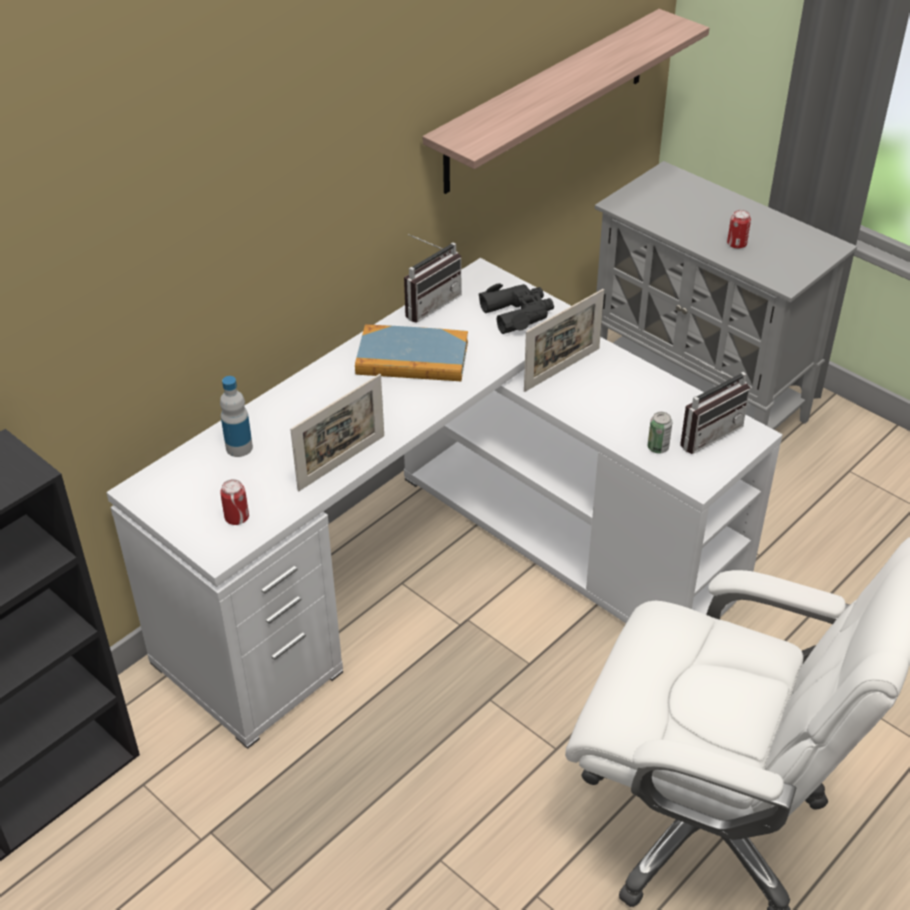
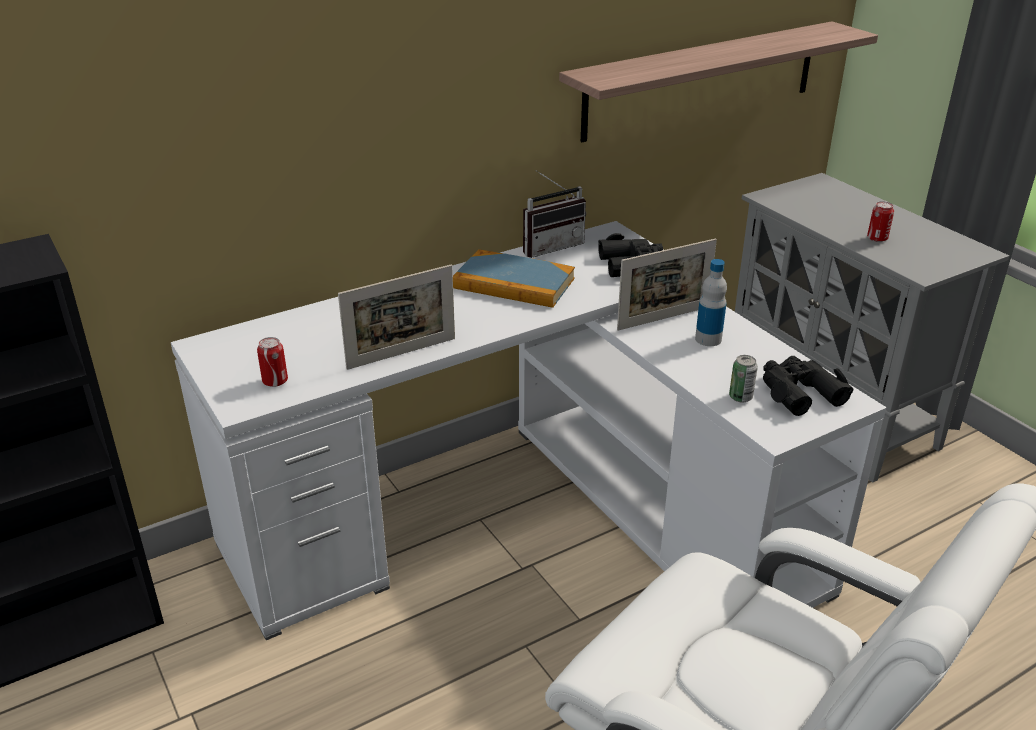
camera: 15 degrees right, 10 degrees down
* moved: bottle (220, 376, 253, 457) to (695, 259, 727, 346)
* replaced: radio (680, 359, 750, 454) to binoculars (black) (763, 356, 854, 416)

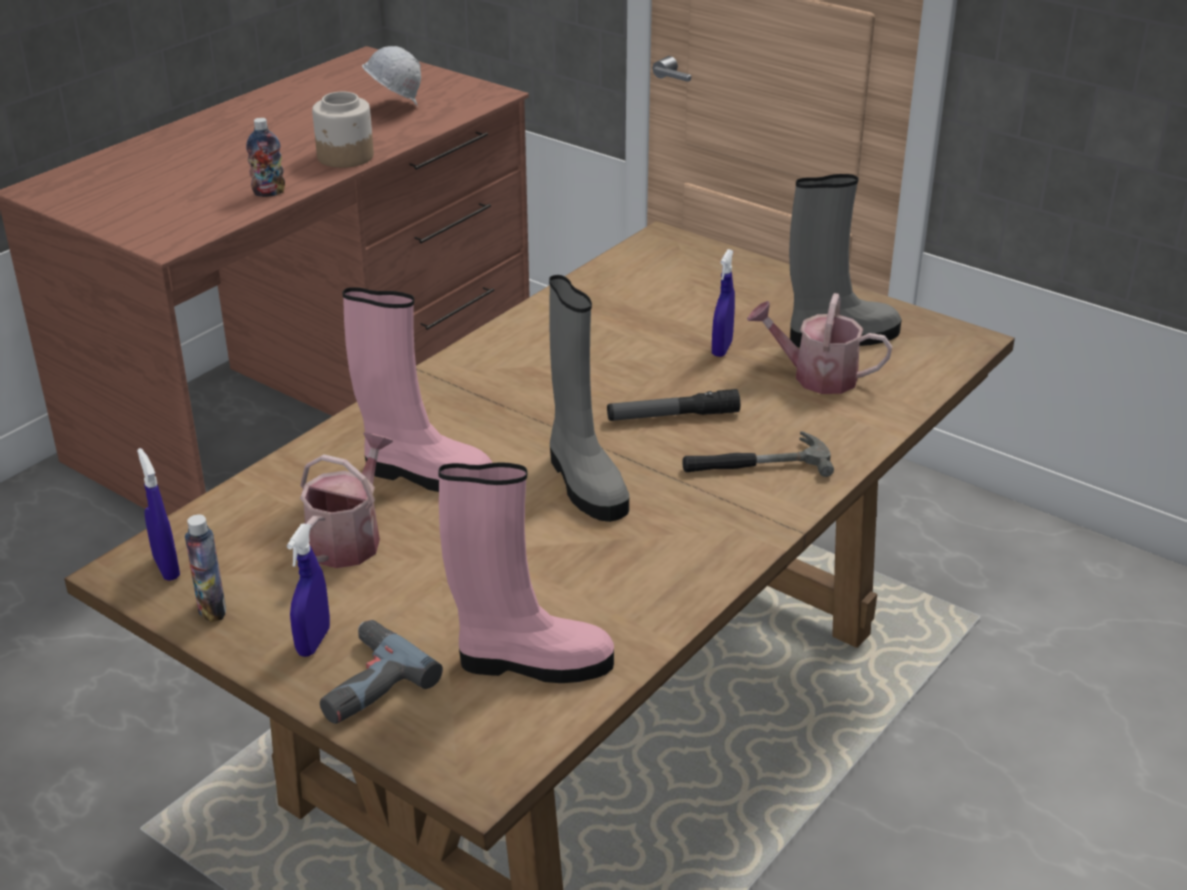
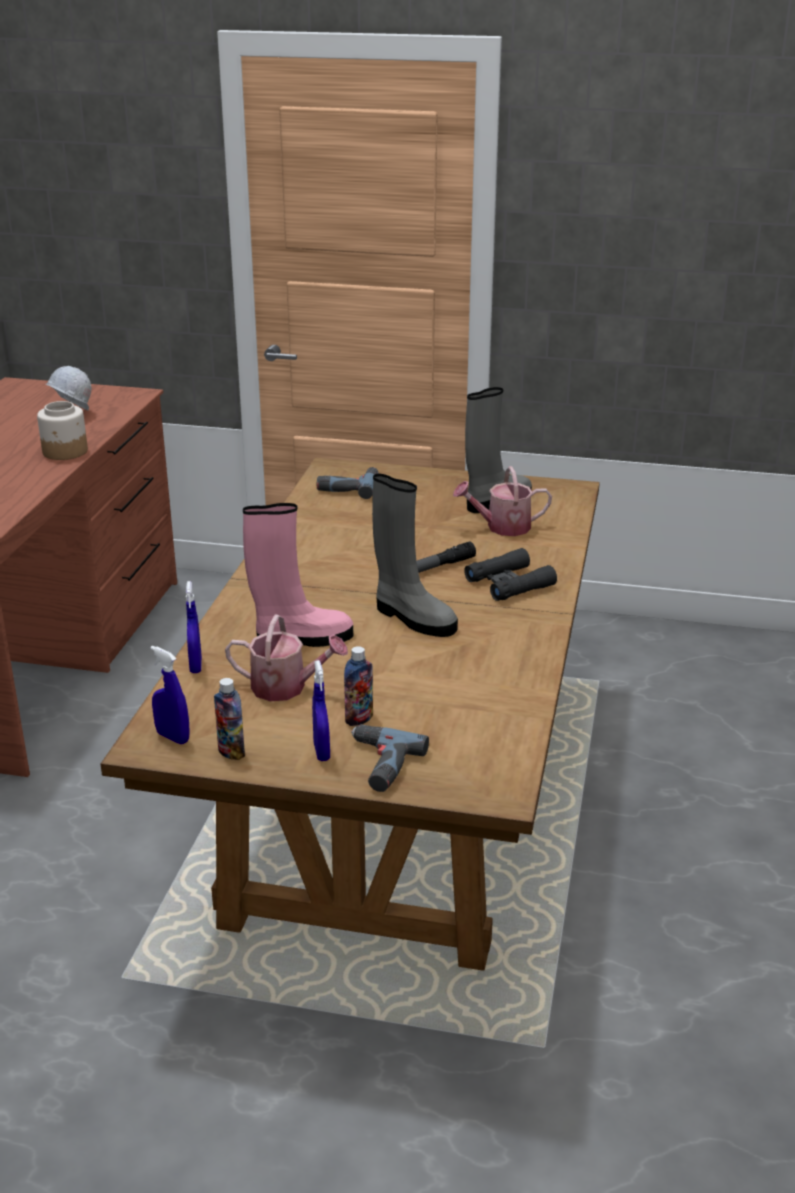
camera: 25 degrees left, 5 degrees down
* moved: bottle (246, 118, 285, 197) to (344, 646, 373, 726)
* turned: watering can (300, 432, 393, 568) = (225, 615, 348, 701) 105 degrees clockwise
* removed: boot (pink) (438, 462, 614, 683)
* replaced: hammer (682, 431, 834, 477) to binoculars (black) (464, 548, 557, 601)
* moved: spray bottle (blue) (712, 249, 735, 357) to (186, 581, 202, 673)
* added: power drill (317, 467, 378, 499)

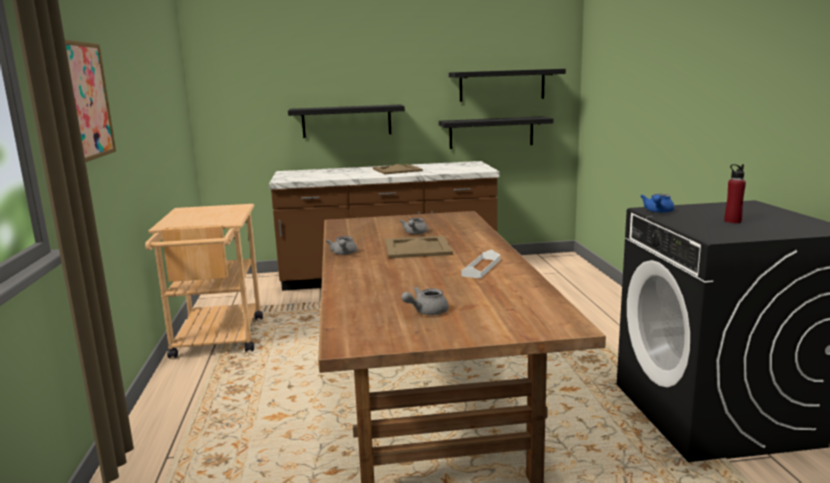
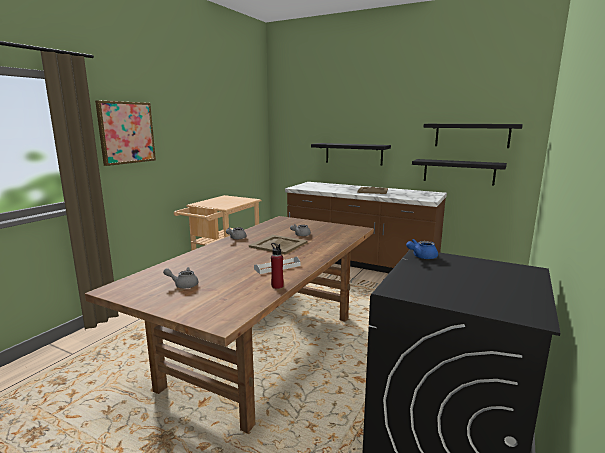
camera: 35 degrees right, 0 degrees up
* moved: bottle (red) (724, 164, 746, 223) to (271, 243, 284, 289)

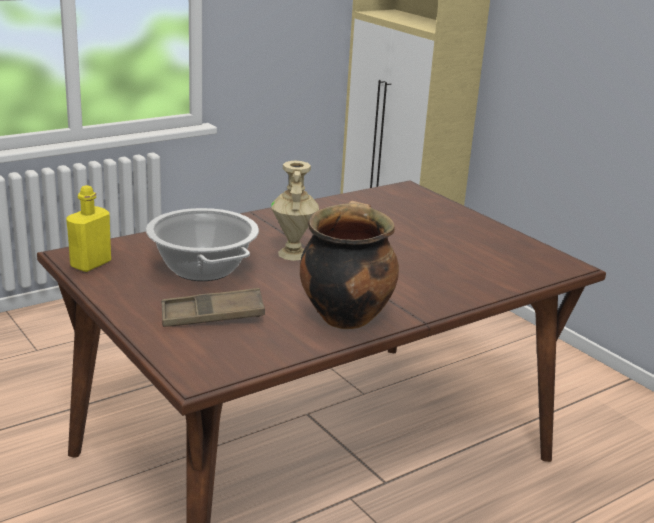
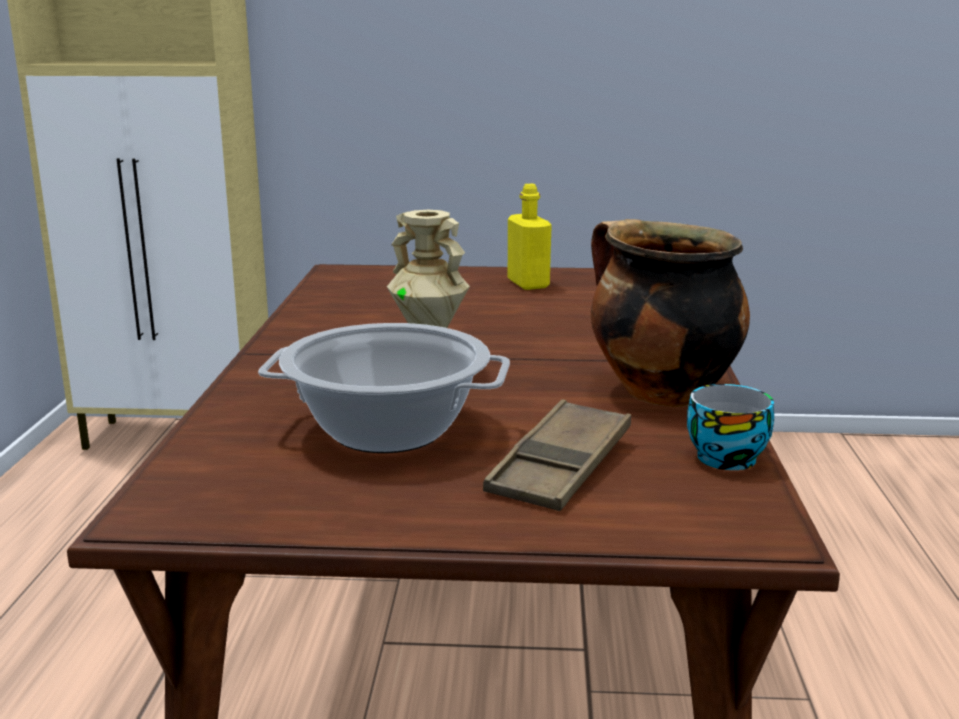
camera: 50 degrees left, 5 degrees down
* moved: bottle (yellow) (66, 185, 111, 272) to (508, 184, 552, 290)
* added: cup (687, 384, 774, 470)

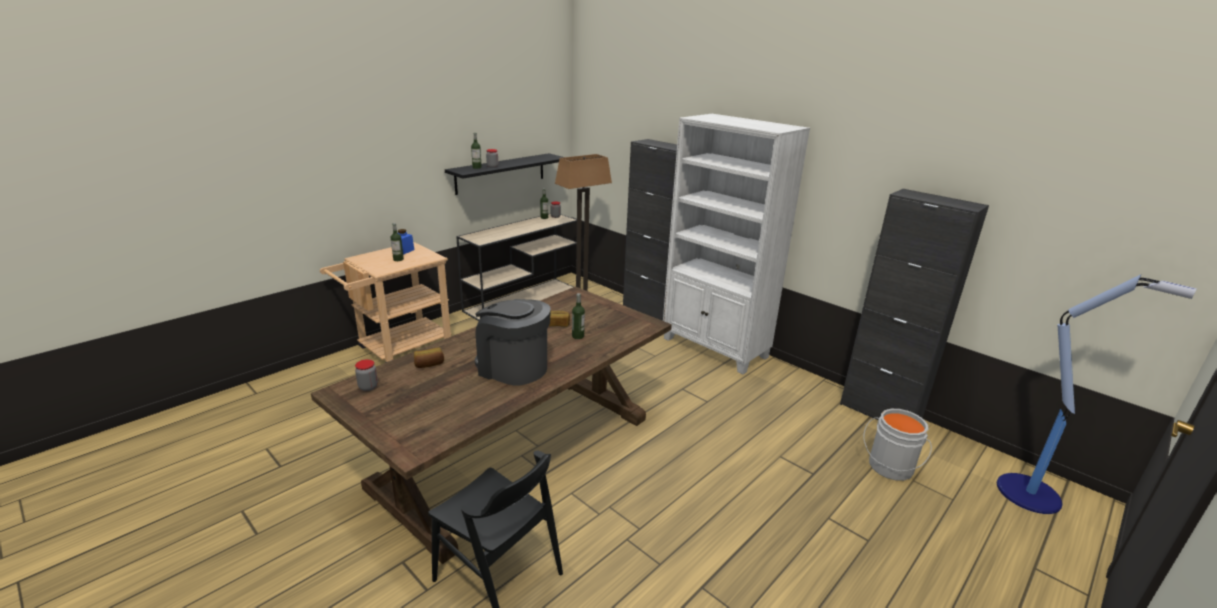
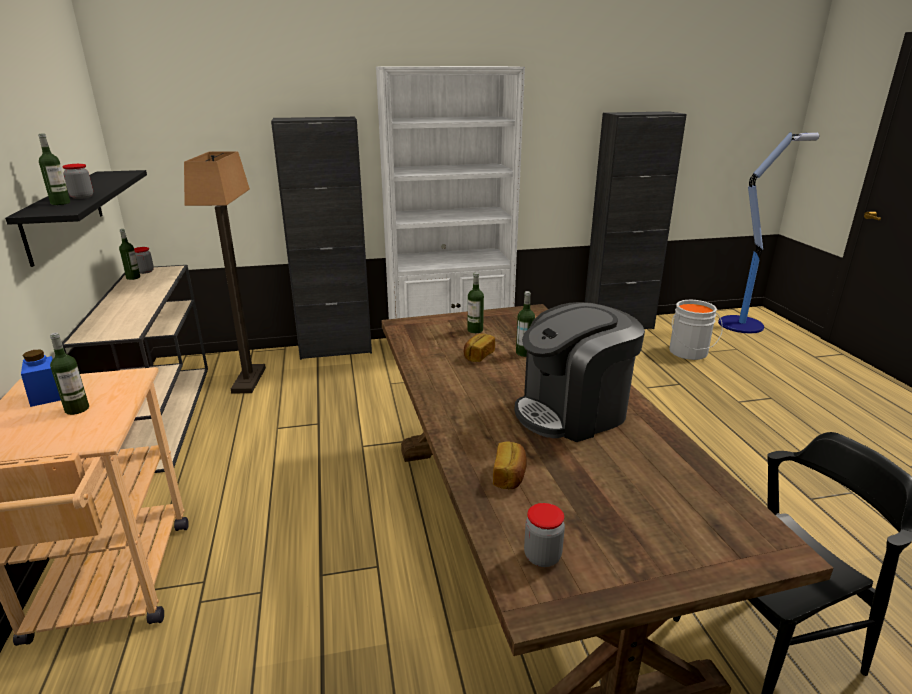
camera: 55 degrees left, 0 degrees up
* added: bottle (468, 273, 484, 333)

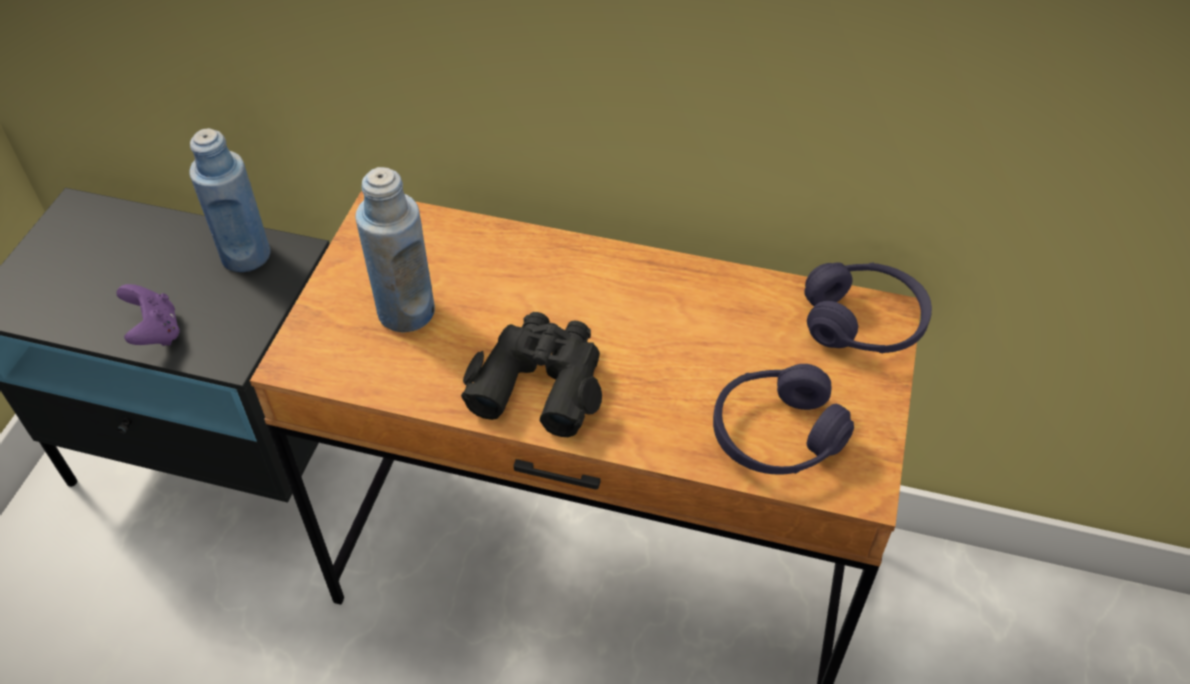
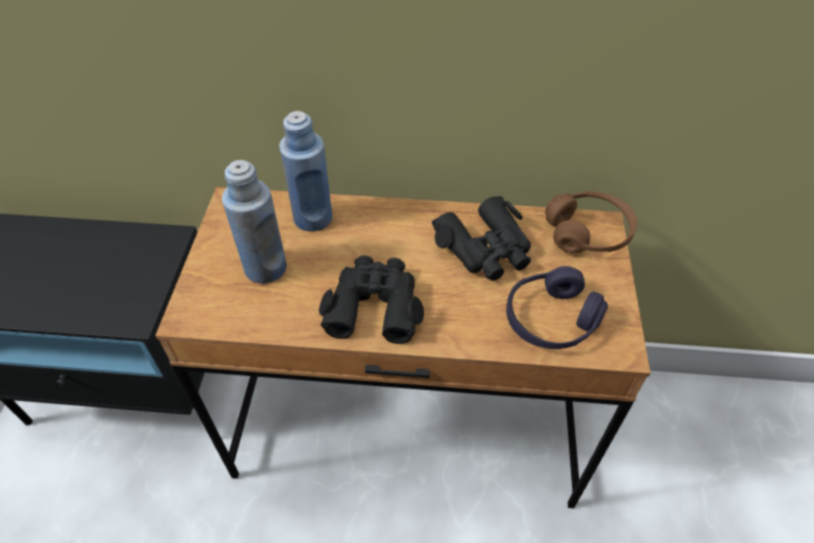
camera: 10 degrees left, 0 degrees up
* removed: game controller (purple) (116, 284, 180, 346)
* moved: bottle (blue) (189, 128, 271, 272) to (279, 111, 333, 231)
* recoloured: headphones (purple) (804, 262, 932, 353) to headphones (brown) (545, 191, 637, 253)
* added: binoculars (black) (432, 196, 531, 281)

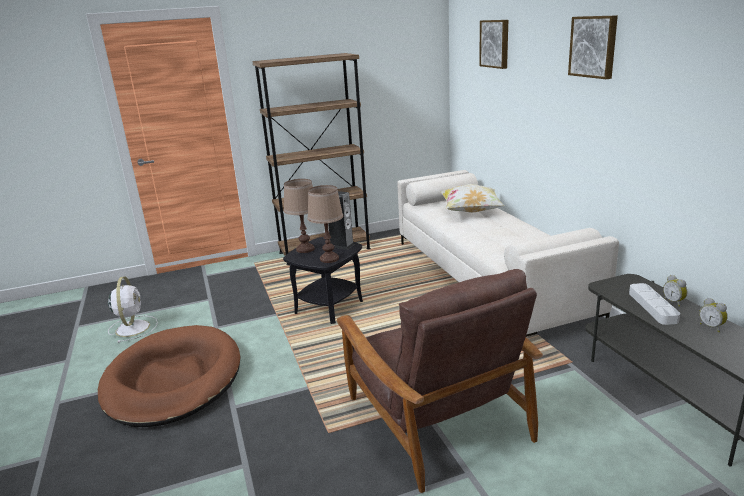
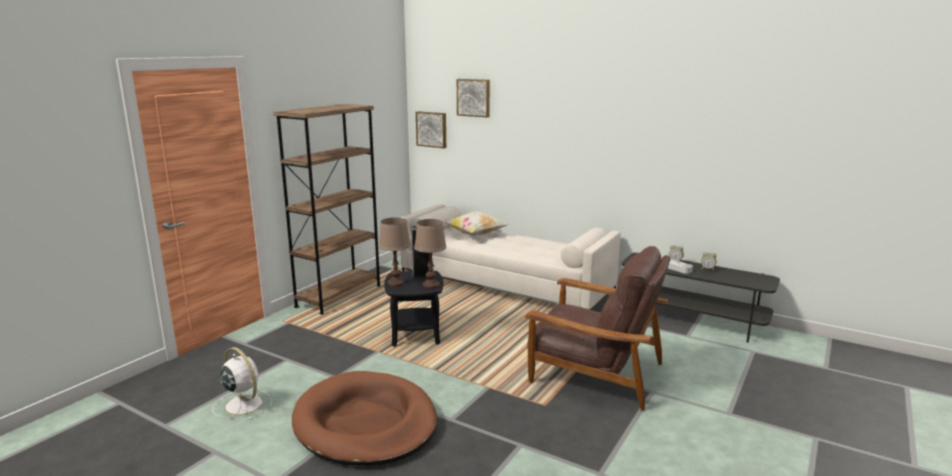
camera: 40 degrees left, 5 degrees down
* moved: picture (568, 15, 618, 79) to (416, 111, 446, 148)

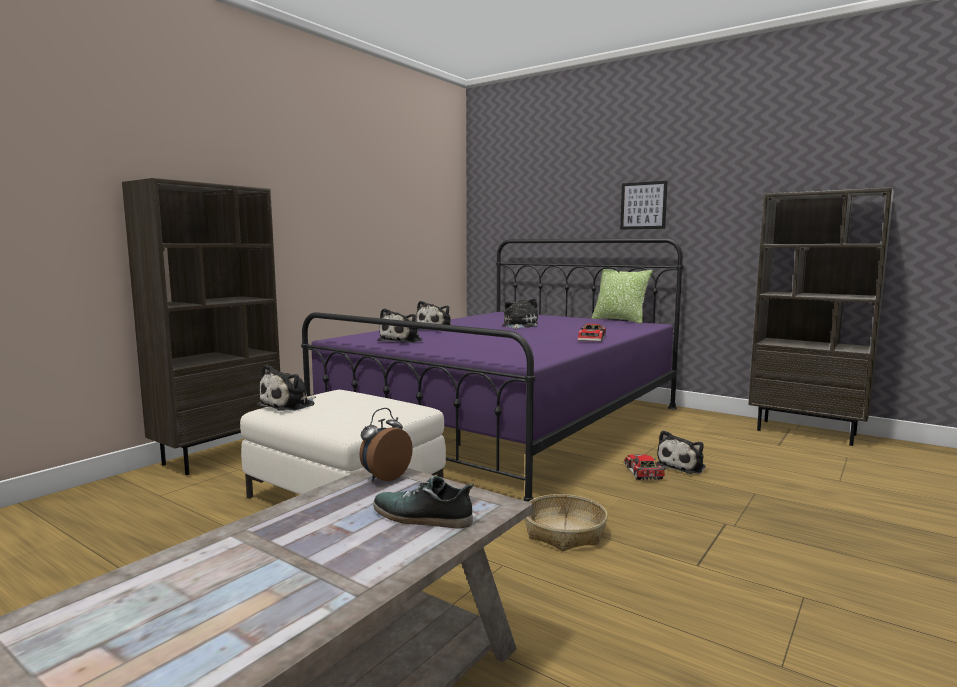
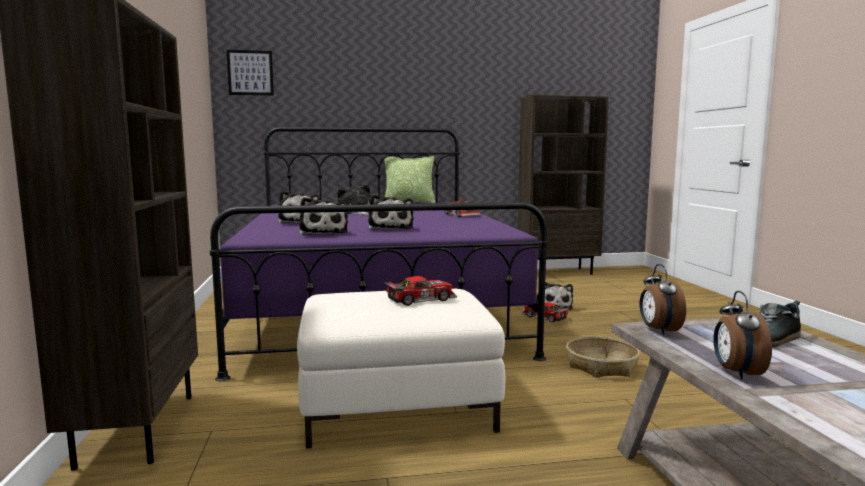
camera: 45 degrees left, 0 degrees up
* moved: plush toy (256, 365, 316, 411) to (368, 194, 414, 230)
* moved: picture (620, 181, 668, 230) to (227, 50, 274, 96)
* added: toy car (384, 276, 457, 306)
* added: alarm clock (713, 291, 772, 379)

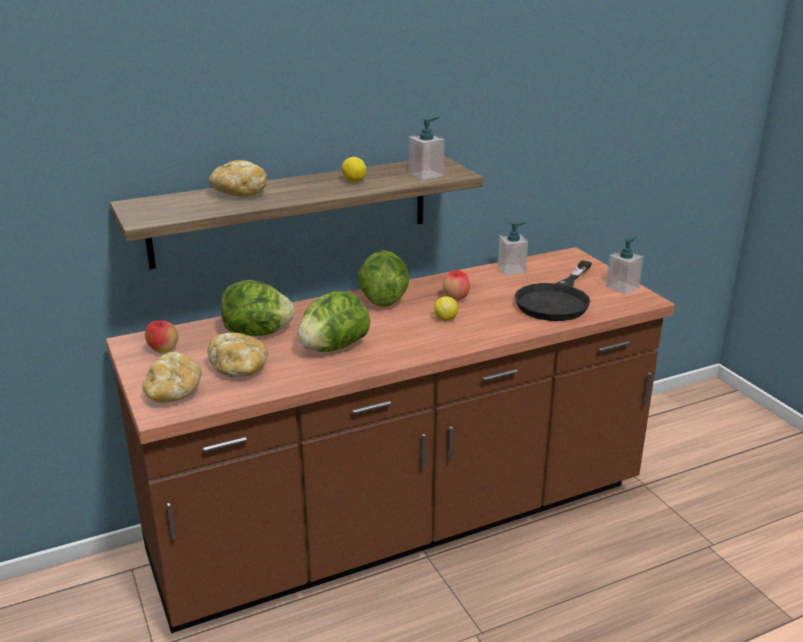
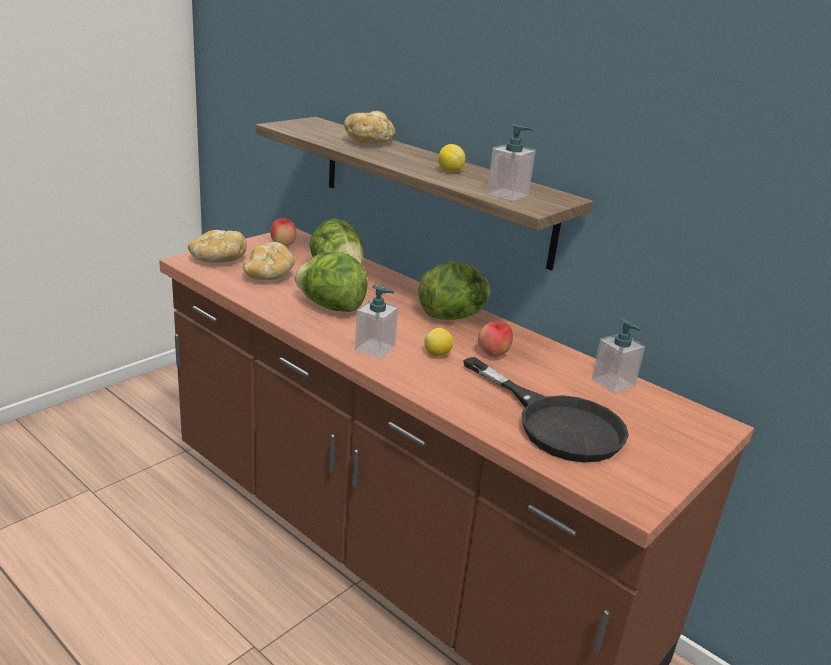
camera: 65 degrees right, 0 degrees up
* turned: frying pan (black) (515, 260, 592, 321) = (463, 357, 629, 463) 135 degrees counterclockwise
* moved: soap dispenser (606, 236, 644, 295) to (355, 285, 398, 358)

